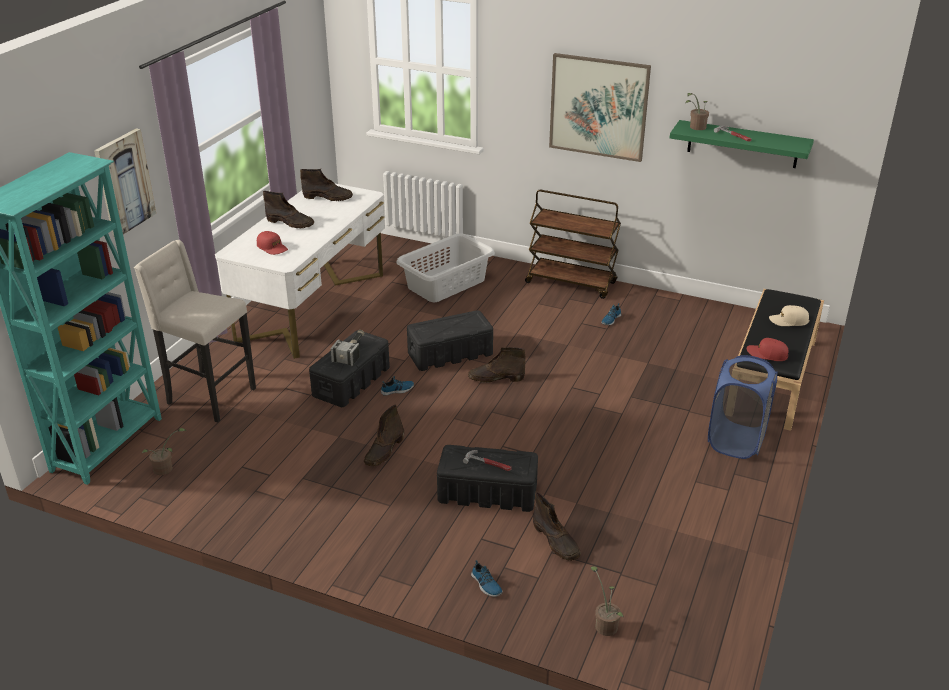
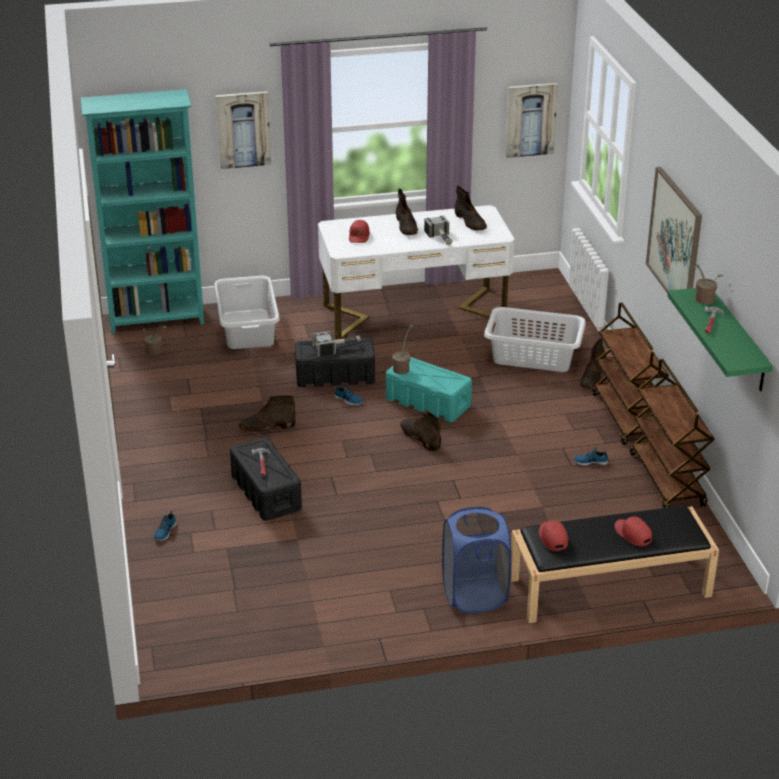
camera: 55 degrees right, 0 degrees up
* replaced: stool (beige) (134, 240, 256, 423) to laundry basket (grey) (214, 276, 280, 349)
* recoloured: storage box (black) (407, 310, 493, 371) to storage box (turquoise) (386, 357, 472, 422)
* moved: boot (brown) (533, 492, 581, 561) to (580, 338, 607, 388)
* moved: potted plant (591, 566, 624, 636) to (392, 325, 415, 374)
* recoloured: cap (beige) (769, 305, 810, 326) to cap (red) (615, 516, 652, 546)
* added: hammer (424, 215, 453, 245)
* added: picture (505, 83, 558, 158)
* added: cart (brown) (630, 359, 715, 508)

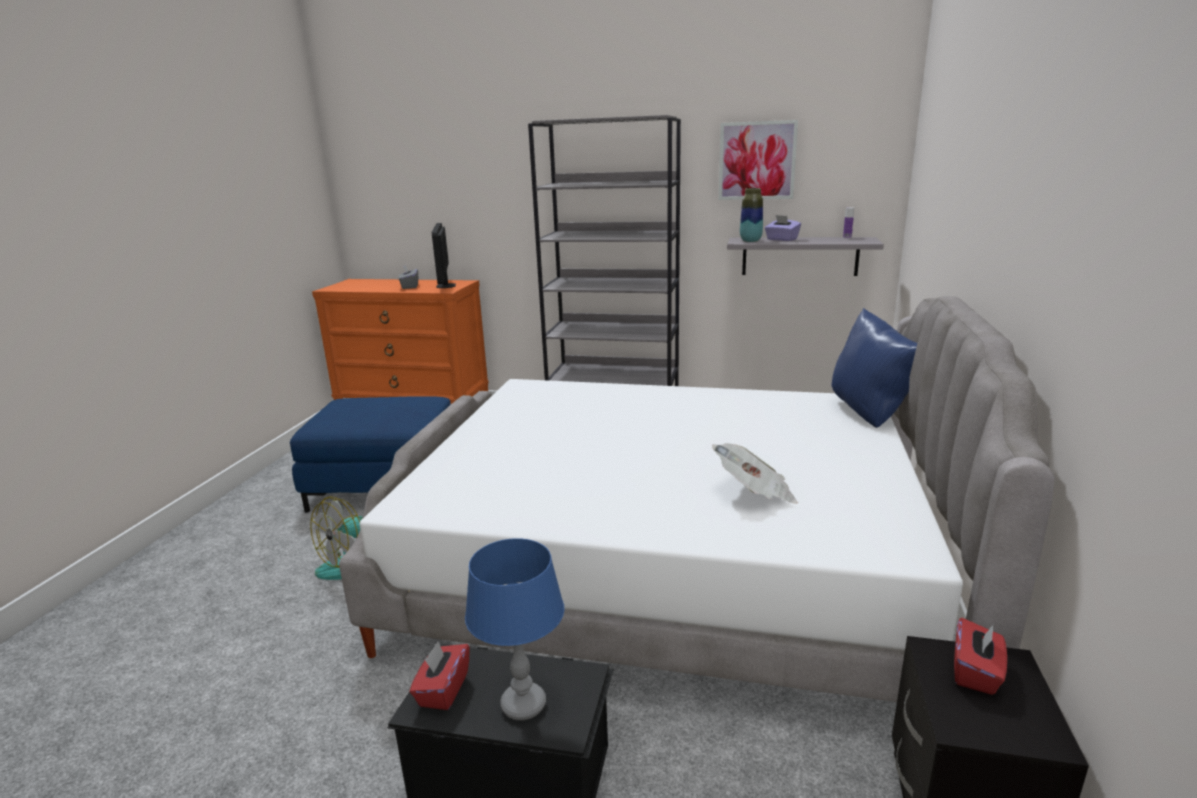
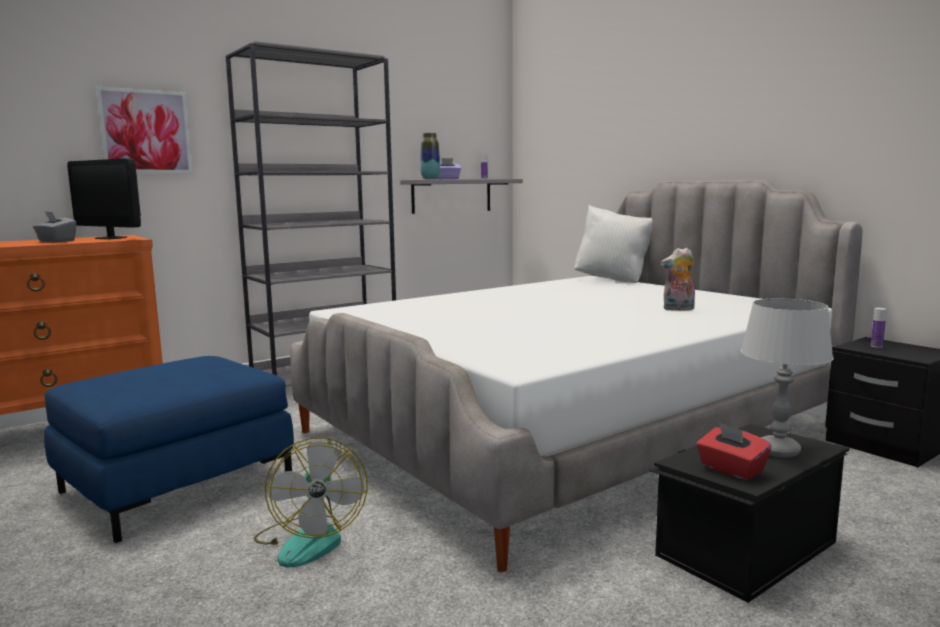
camera: 50 degrees left, 10 degrees down
* recoloured: table lamp (blue) (465, 538, 564, 720) to table lamp (grey) (741, 298, 833, 457)
* replaced: newspaper (712, 443, 798, 504) to plush toy (660, 248, 695, 311)
* moved: picture (719, 120, 798, 200) to (95, 87, 193, 174)
* recoloured: pillow (blue) (832, 308, 917, 428) to pillow (white) (574, 205, 653, 283)
* replaced: tissue box (red) (954, 618, 1007, 695) to bottle (871, 308, 886, 348)

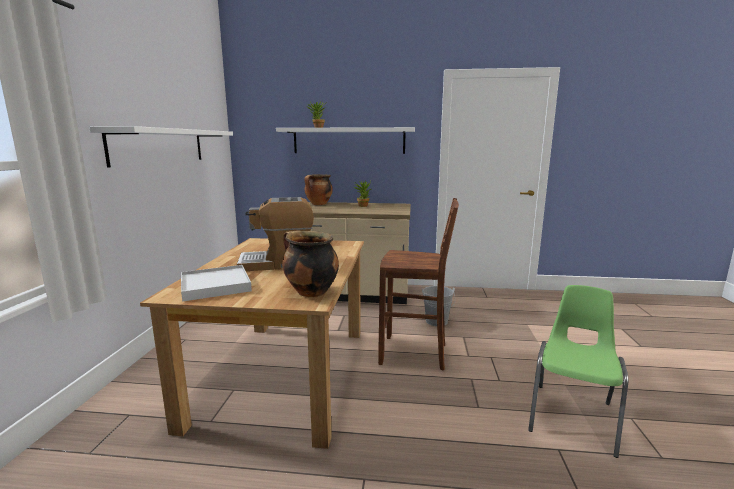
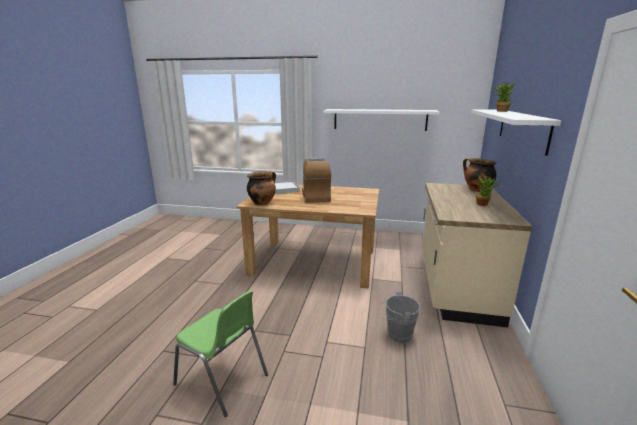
camera: 95 degrees right, 5 degrees up
* removed: stool (brown) (378, 198, 459, 371)

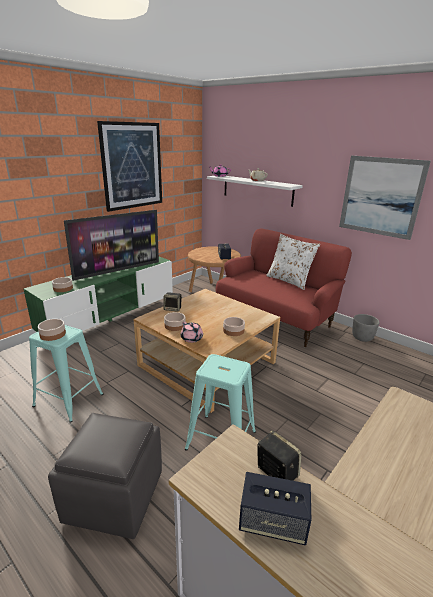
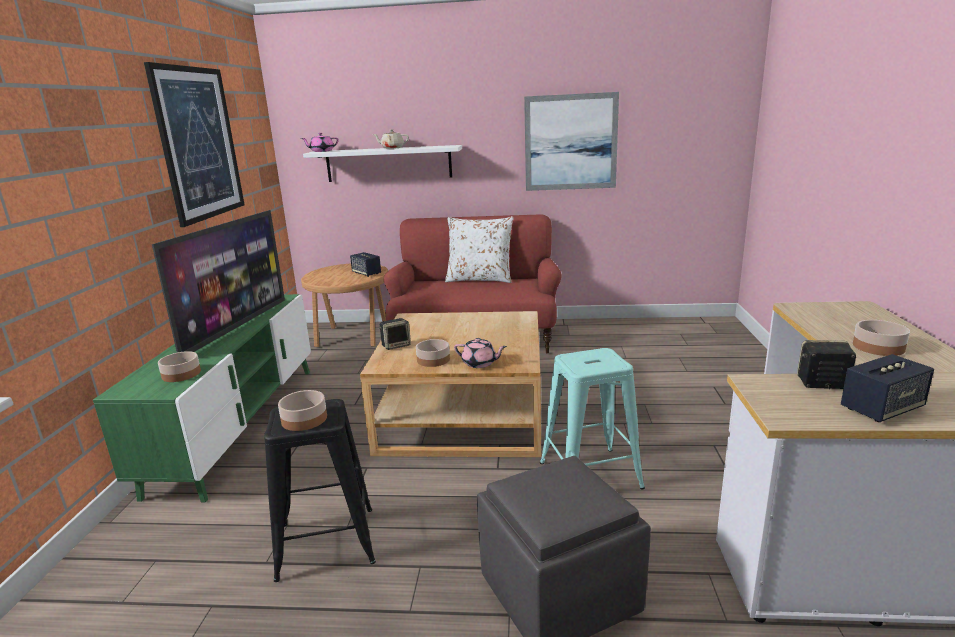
camera: 35 degrees left, 5 degrees down
* recoloured: stool (turquoise) (29, 325, 103, 423) to stool (black) (264, 399, 376, 582)
* moved: bowl (223, 317, 245, 336) to (853, 320, 910, 356)
* removed: planter (grey) (352, 314, 380, 342)

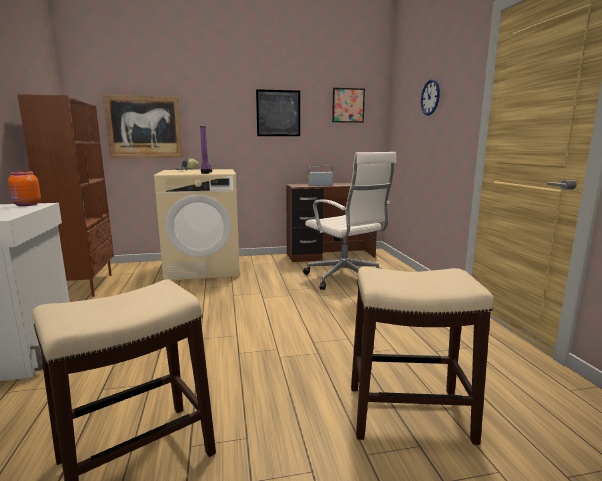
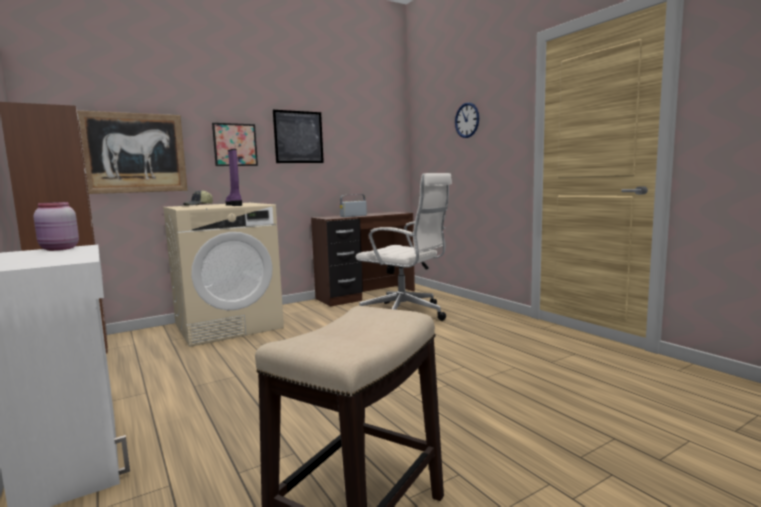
camera: 20 degrees left, 5 degrees down
* recoloured: jar (orange) (8, 171, 41, 206) to jar (pink) (34, 202, 79, 251)
* moved: picture (332, 88, 365, 123) to (212, 123, 258, 166)
* removed: stool (351, 267, 494, 445)

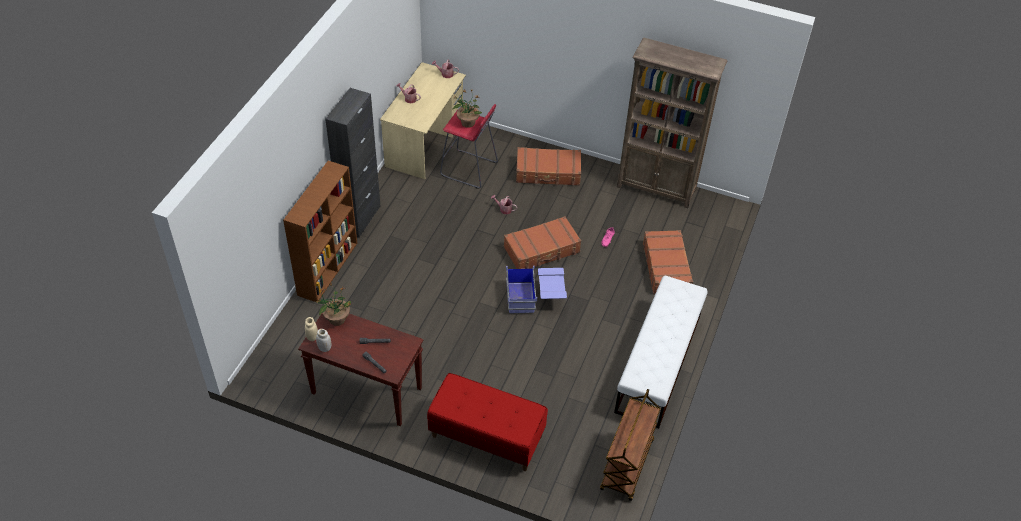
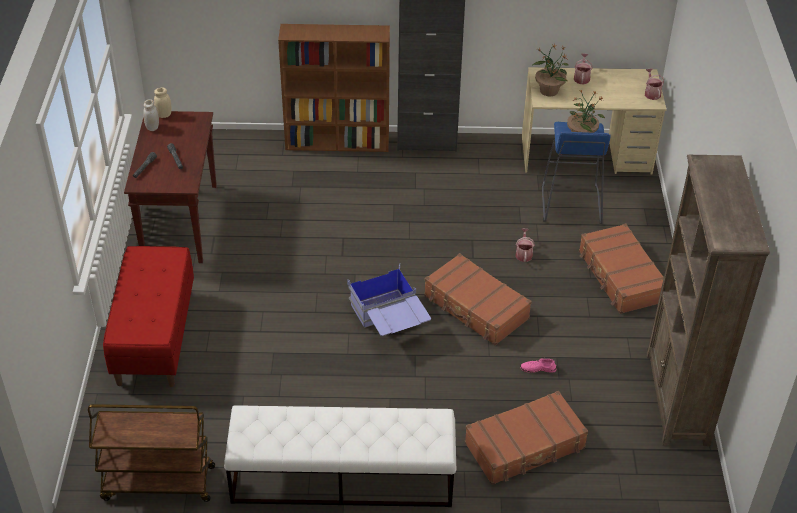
camera: 70 degrees right, 5 degrees down
* moved: potted plant (316, 283, 351, 326) to (532, 44, 568, 97)
* recoloured: stool (red) (440, 104, 498, 189) to stool (blue) (542, 122, 611, 224)

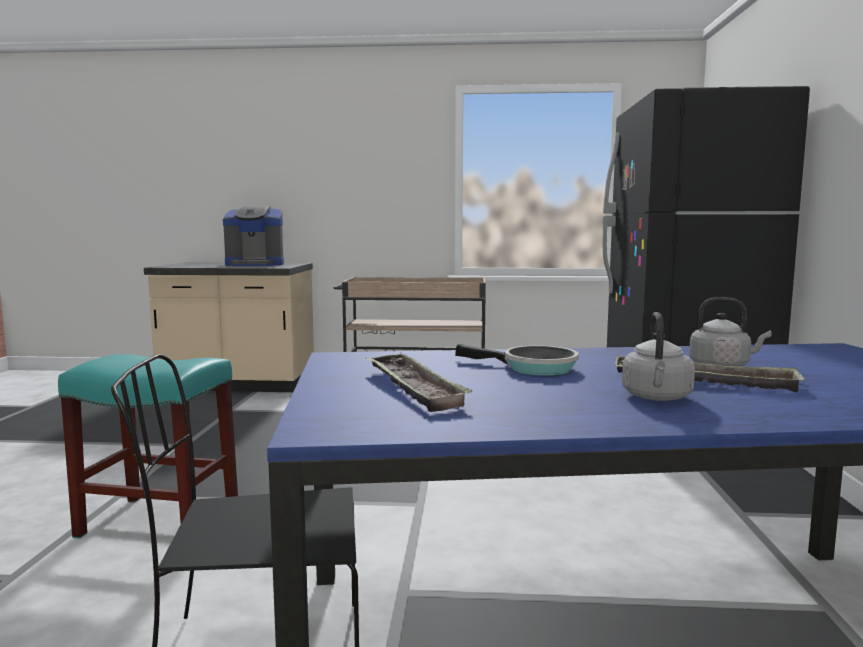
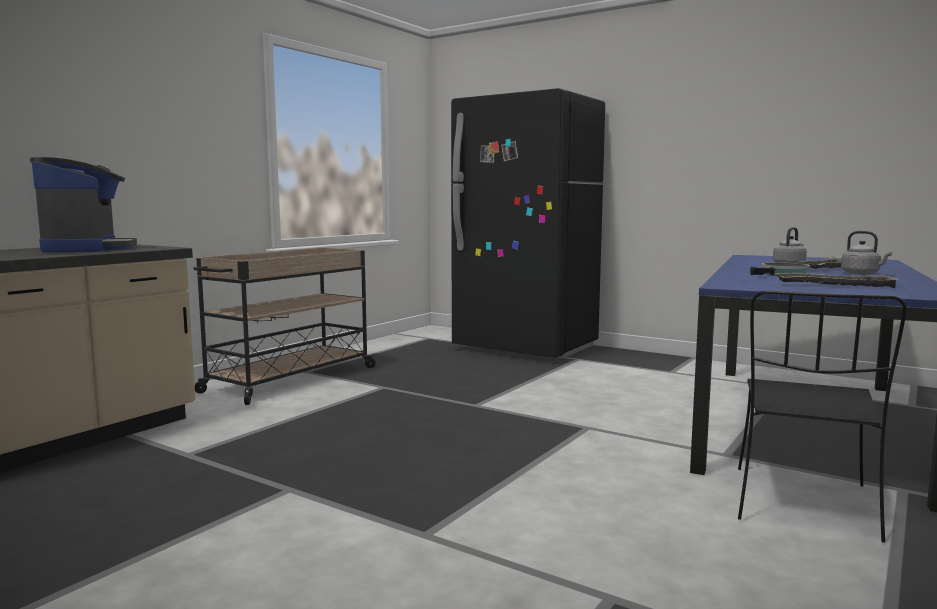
camera: 60 degrees left, 0 degrees up
* removed: stool (turquoise) (58, 354, 238, 539)
* turned: coffee machine (223, 206, 284, 266) = (30, 157, 137, 252) 45 degrees counterclockwise

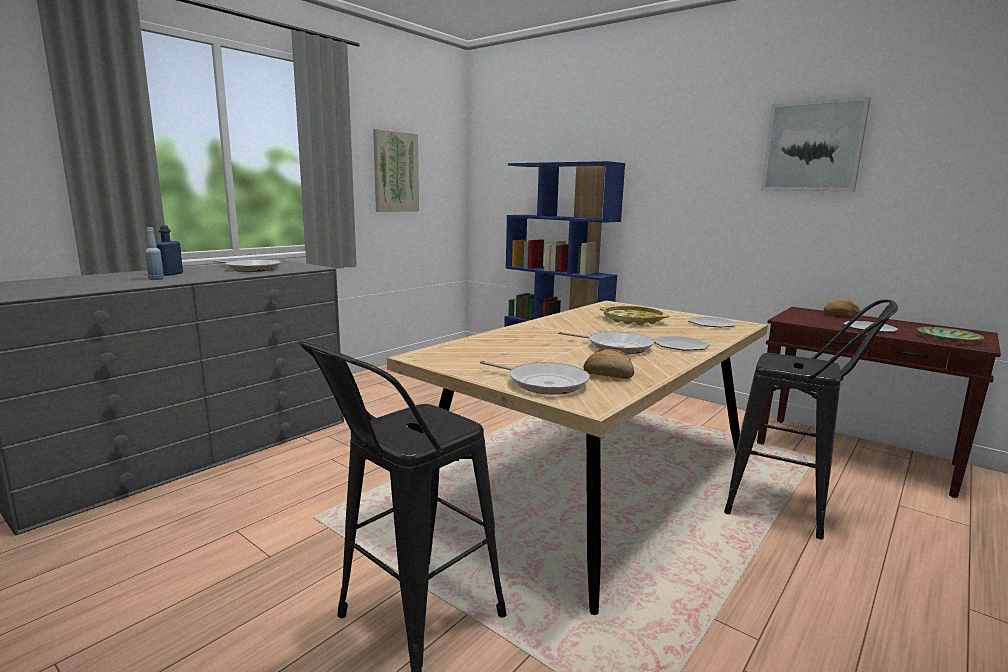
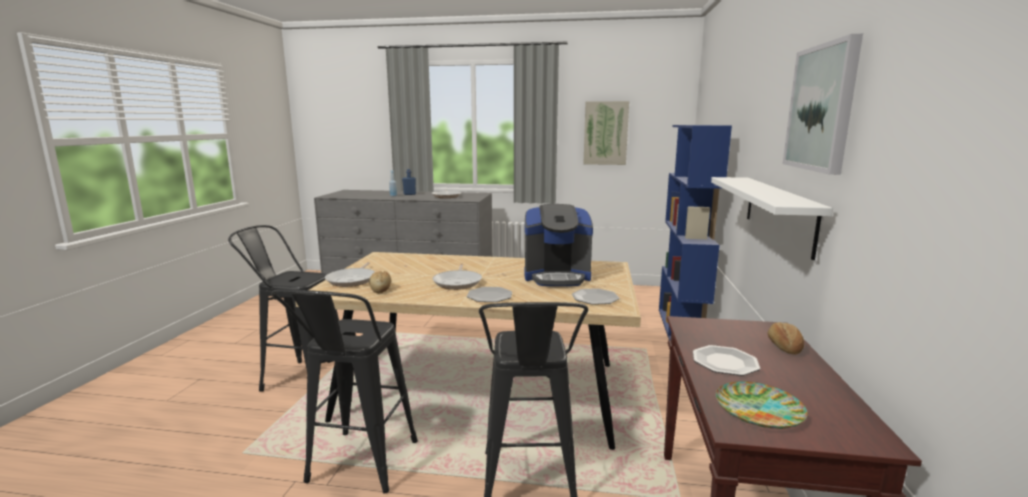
camera: 60 degrees right, 0 degrees up
* replaced: tray (yellow) (600, 306, 670, 326) to coffee machine (524, 204, 593, 286)
* added: stool (black) (271, 289, 418, 493)
* added: shelf (white) (711, 177, 833, 260)

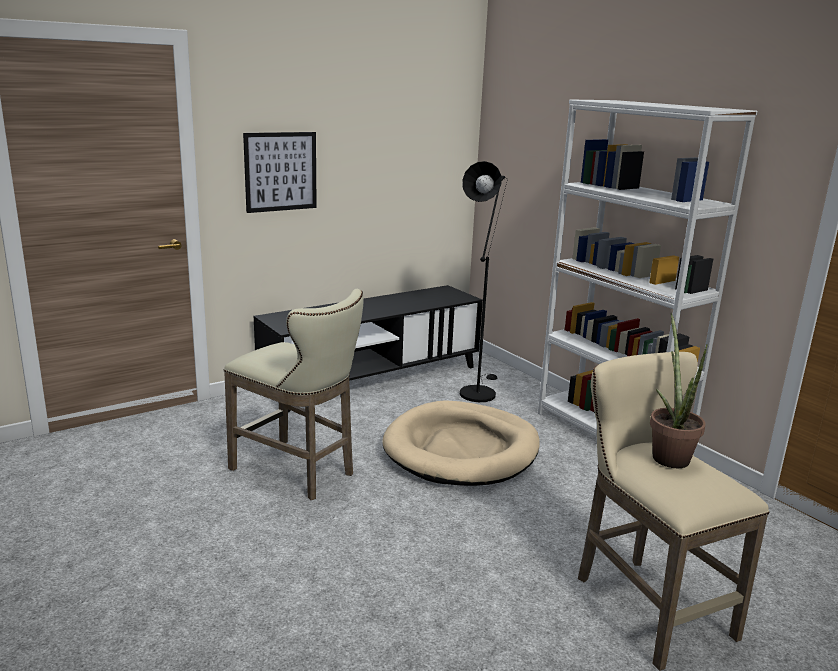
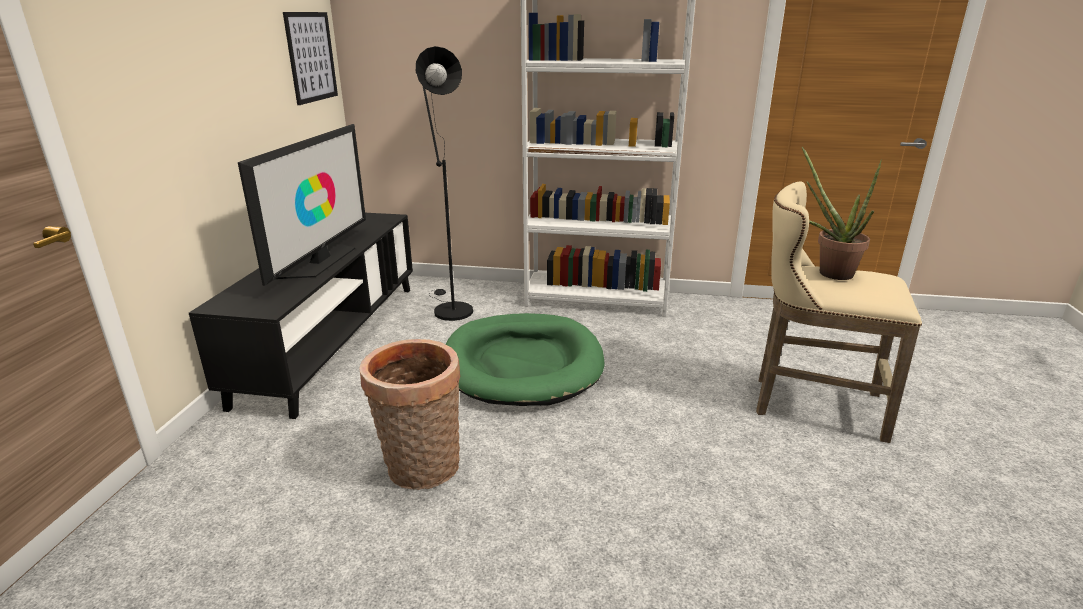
camera: 45 degrees left, 5 degrees up
* replaced: stool (beige) (224, 289, 363, 500) to basket (359, 339, 460, 490)
* moved: picture (243, 132, 317, 213) to (283, 12, 338, 105)
* recoloured: dog bed (beige) (382, 400, 539, 486) to dog bed (green) (446, 313, 605, 406)
* added: television (238, 124, 366, 286)

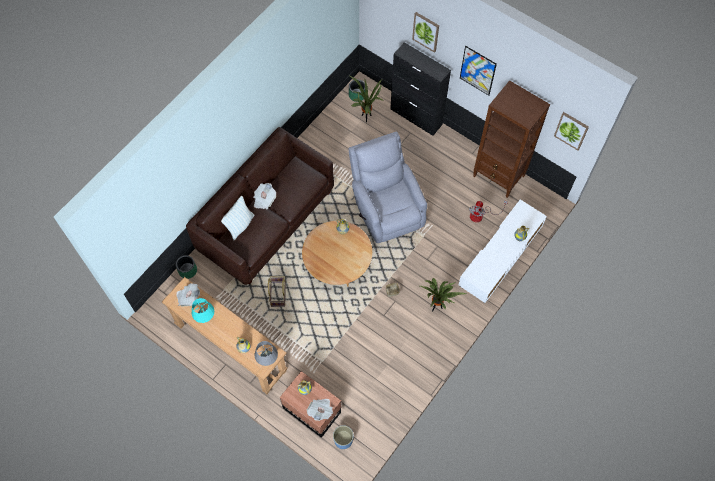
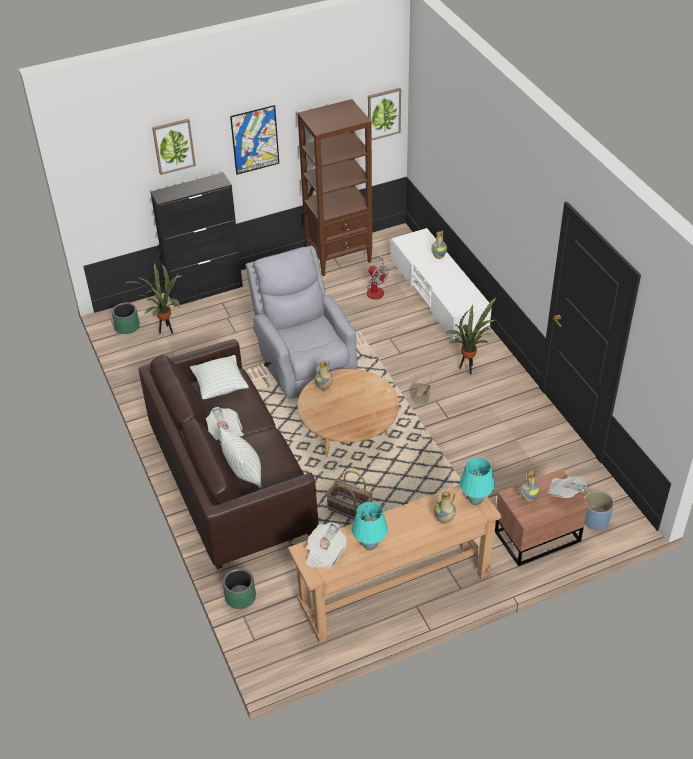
camera: 60 degrees left, 20 degrees down
* recoloured: table lamp (grey) (254, 341, 278, 366) to table lamp (turquoise) (459, 457, 495, 505)
* turned: armchair (grey) (348, 131, 427, 243) = (246, 246, 358, 399) 60 degrees clockwise
* added: pillow (190, 355, 249, 399)

